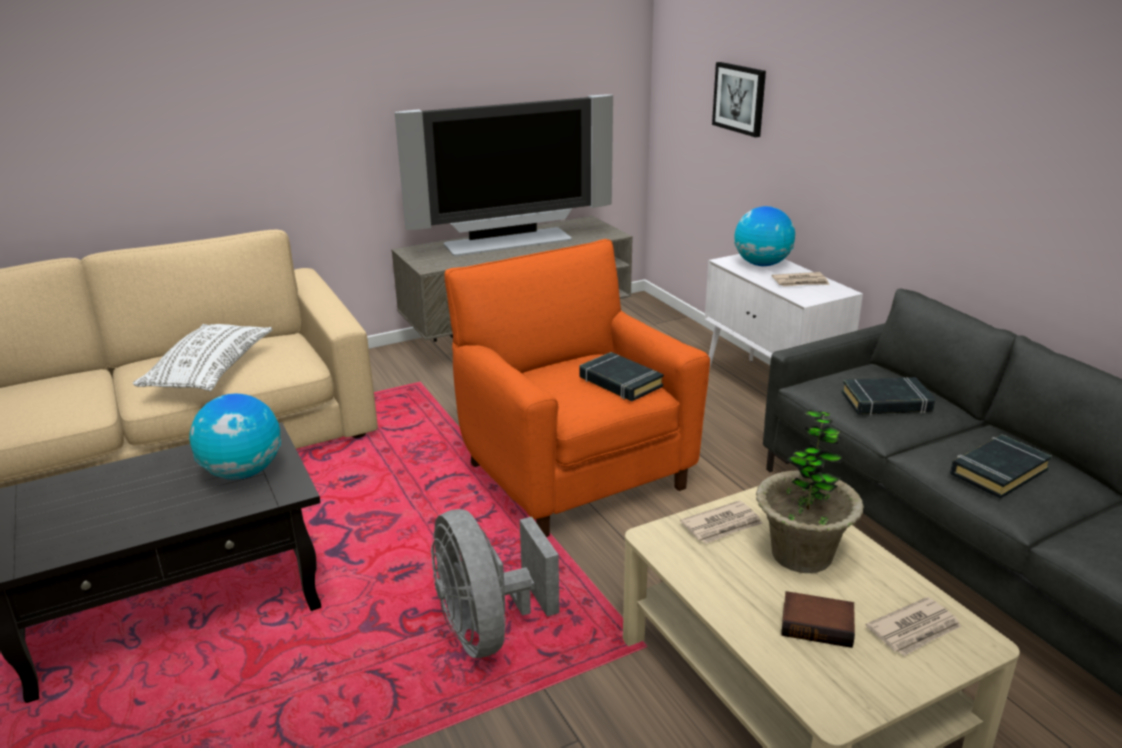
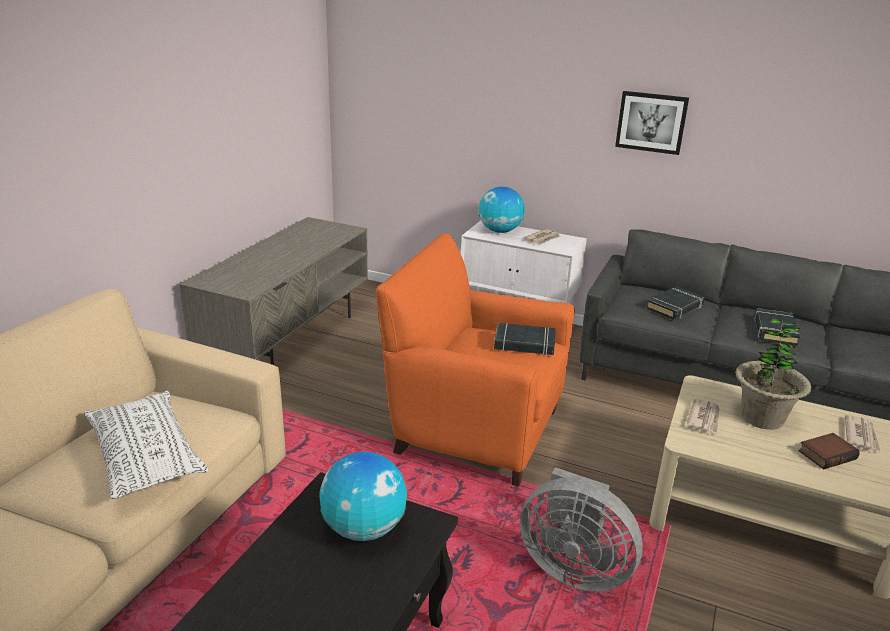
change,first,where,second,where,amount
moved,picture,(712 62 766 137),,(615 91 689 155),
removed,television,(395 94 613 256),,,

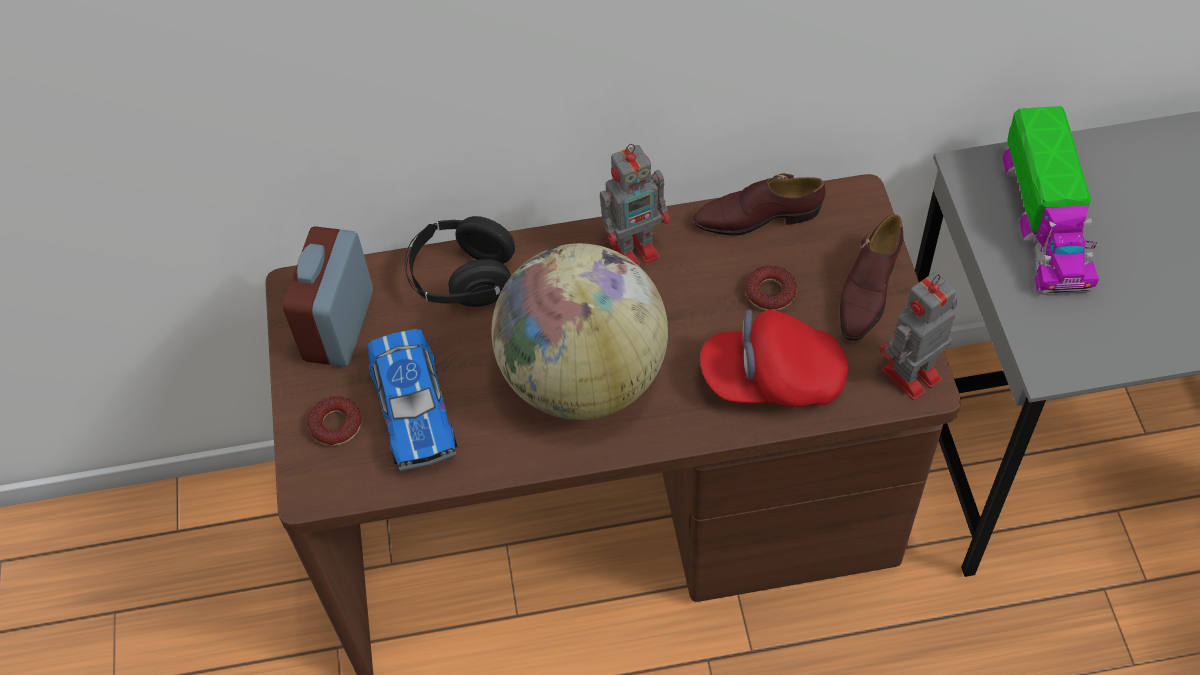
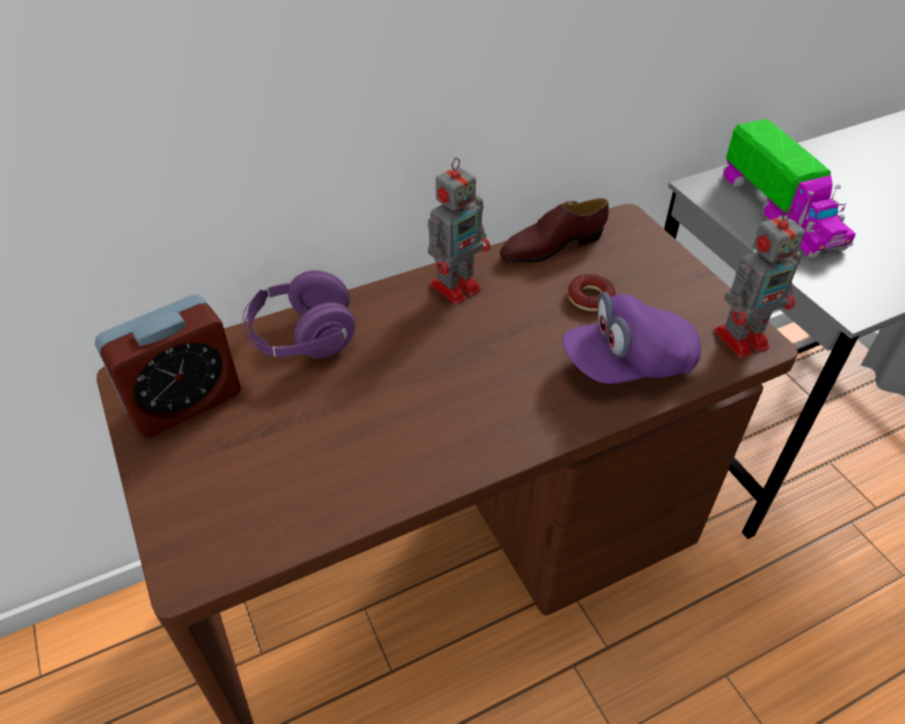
change,first,where,second,where,amount
turned,alarm clock,(283 226 373 367),,(95 294 241 438),120 degrees counterclockwise
recoloured,headphones (black),(405 216 515 307),headphones (purple),(243 270 355 358),
recoloured,cap (red),(700 309 849 406),cap (purple),(562 292 701 384),
turned,toy robot,(879 272 957 400),,(714 207 805 358),150 degrees counterclockwise
removed,donut,(308 396 362 446),,,
removed,toy car,(367 329 457 472),,,
removed,globe,(491 243 668 420),,,
removed,shoe (brown),(840 214 903 341),,,

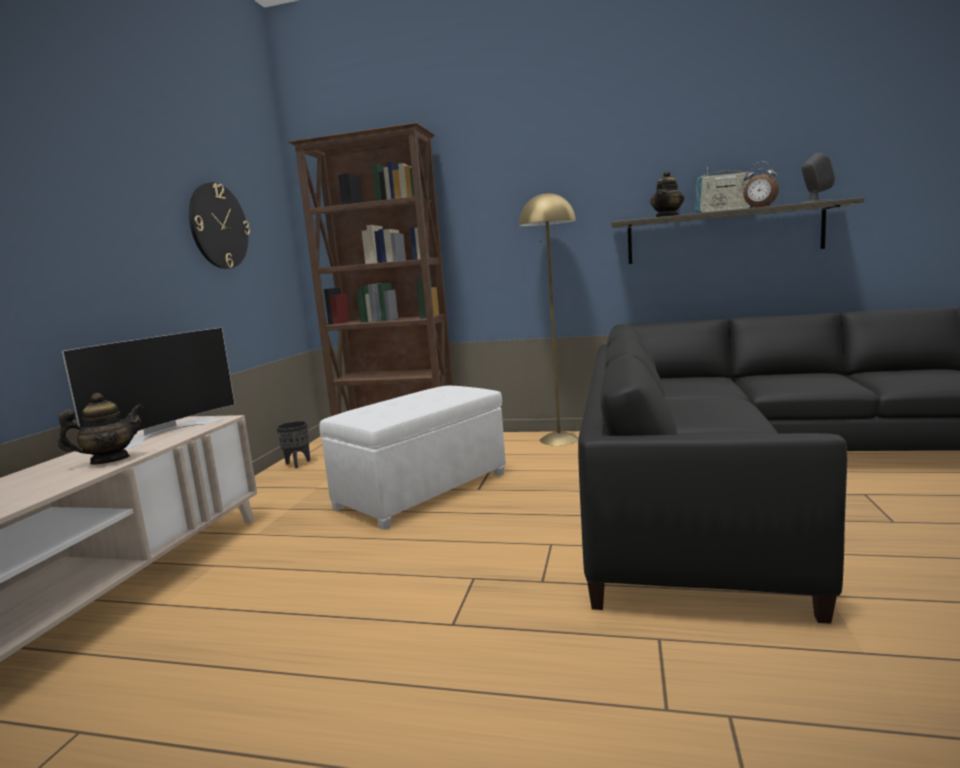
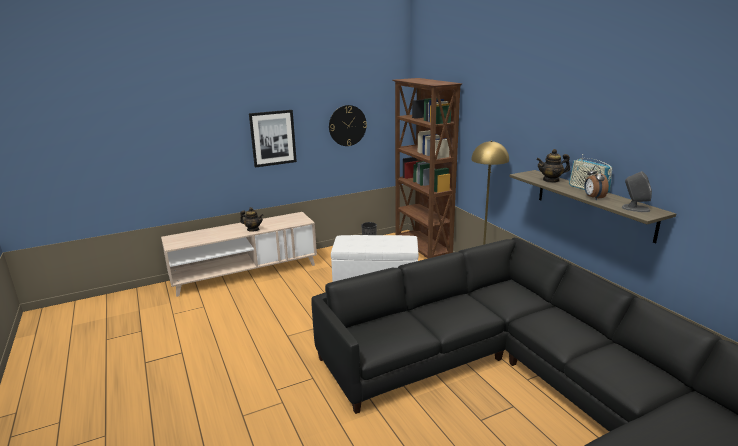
change,first,where,second,where,amount
added,,,picture,(249 110 297 168),
removed,television,(62 327 235 450),,,

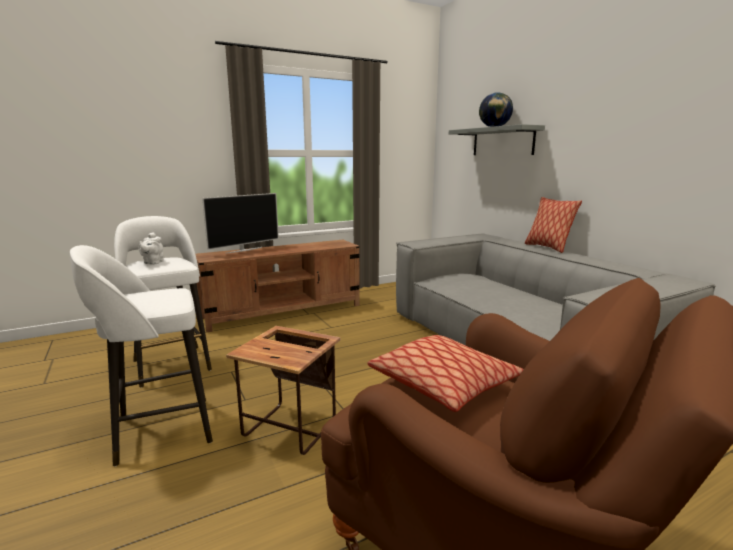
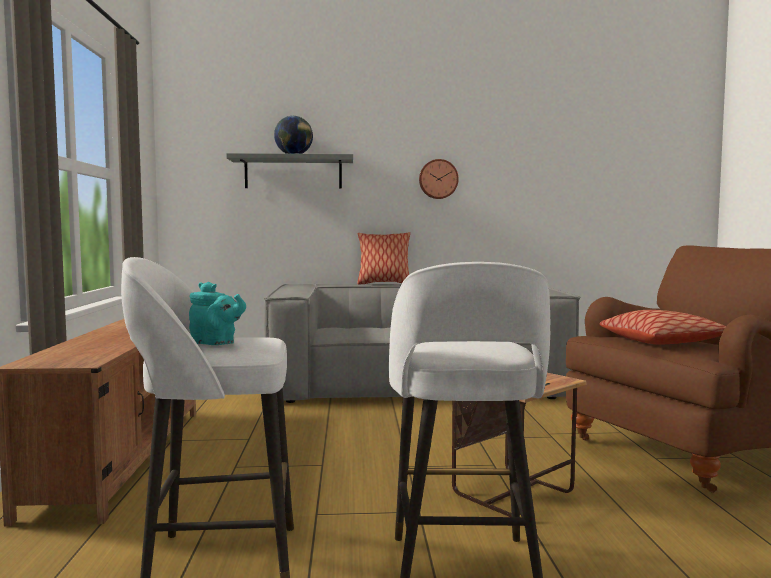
change,first,where,second,where,amount
recoloured,teapot (white),(139 232 164 265),teapot (turquoise),(189 282 246 345),
added,,,wall clock,(419 159 459 199),
removed,television,(202 193 279 254),,,

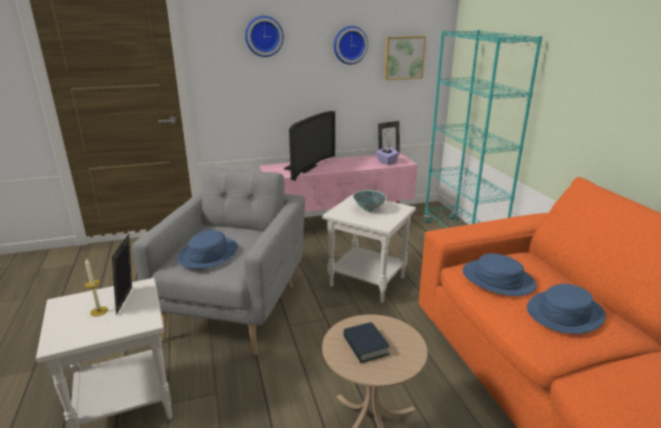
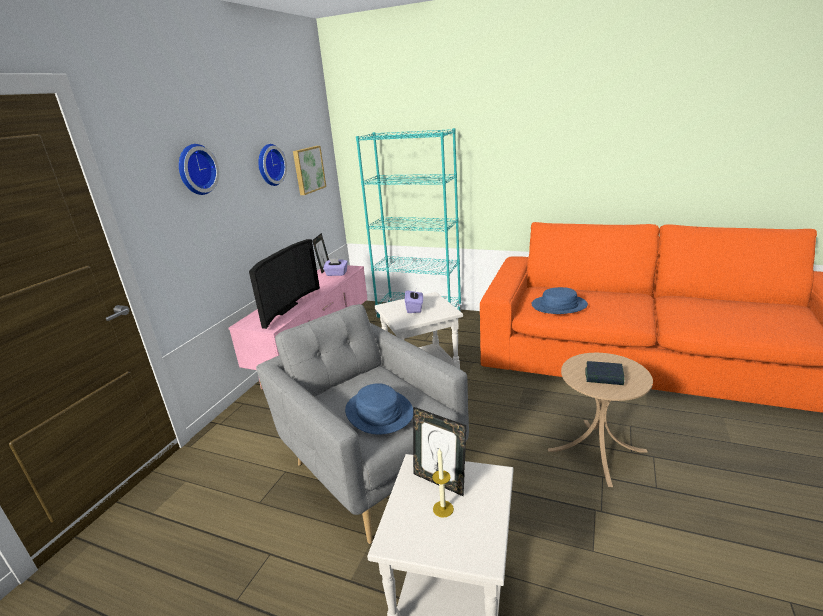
change,first,where,second,where,amount
turned,television,(284 111 335 181),,(249 239 320 329),45 degrees clockwise
replaced,bowl,(353 190 387 212),tissue box (purple),(405 287 423 313),
removed,hat (blue),(527 284 606 334),,,

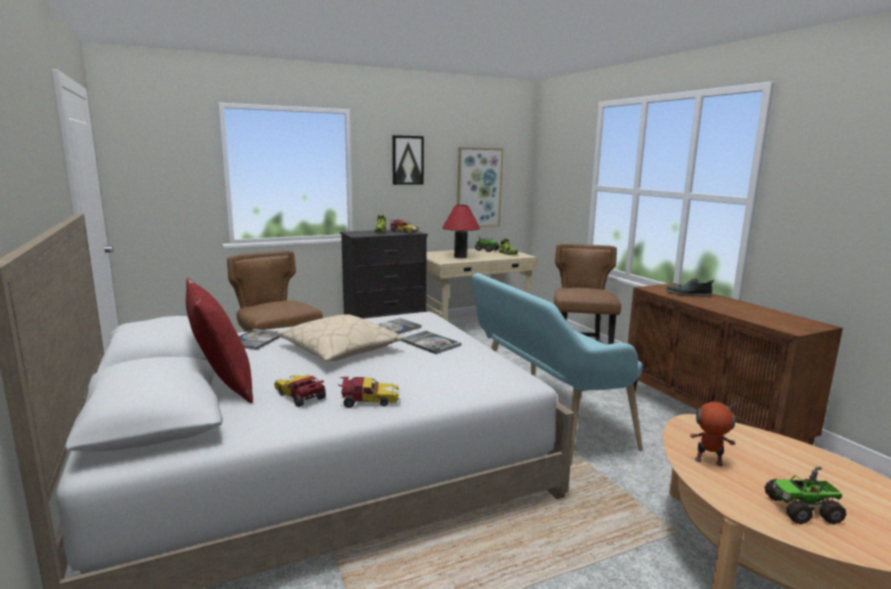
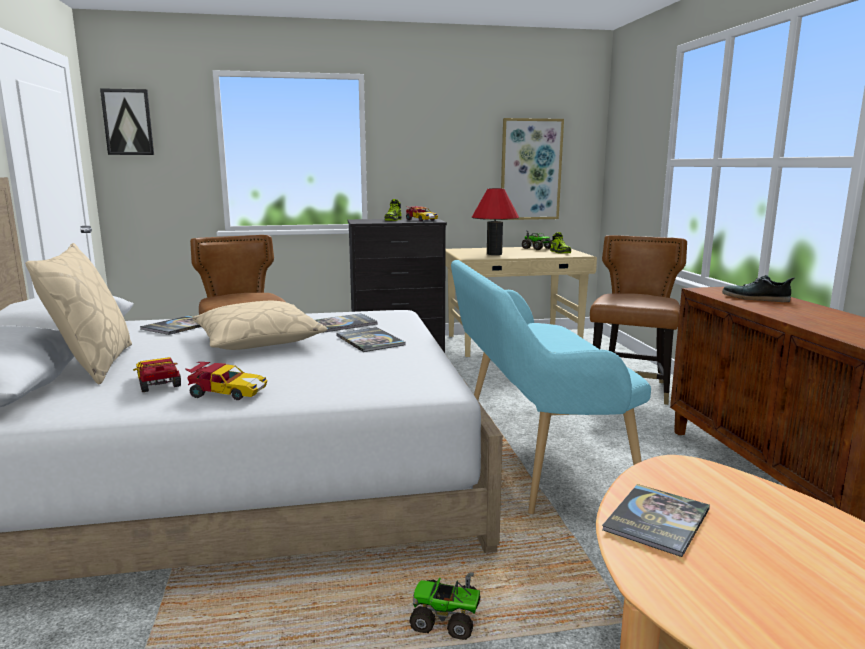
change,first,where,second,where,amount
recoloured,pillow (red),(186 278 253 403),pillow (beige),(25 243 132 384),
moved,picture,(392 135 424 185),,(100 88 154 155),
moved,toy truck,(764 467 846 524),,(409 572 480 640),
replaced,toy robot,(690 402 739 466),book,(602 484 710 557),

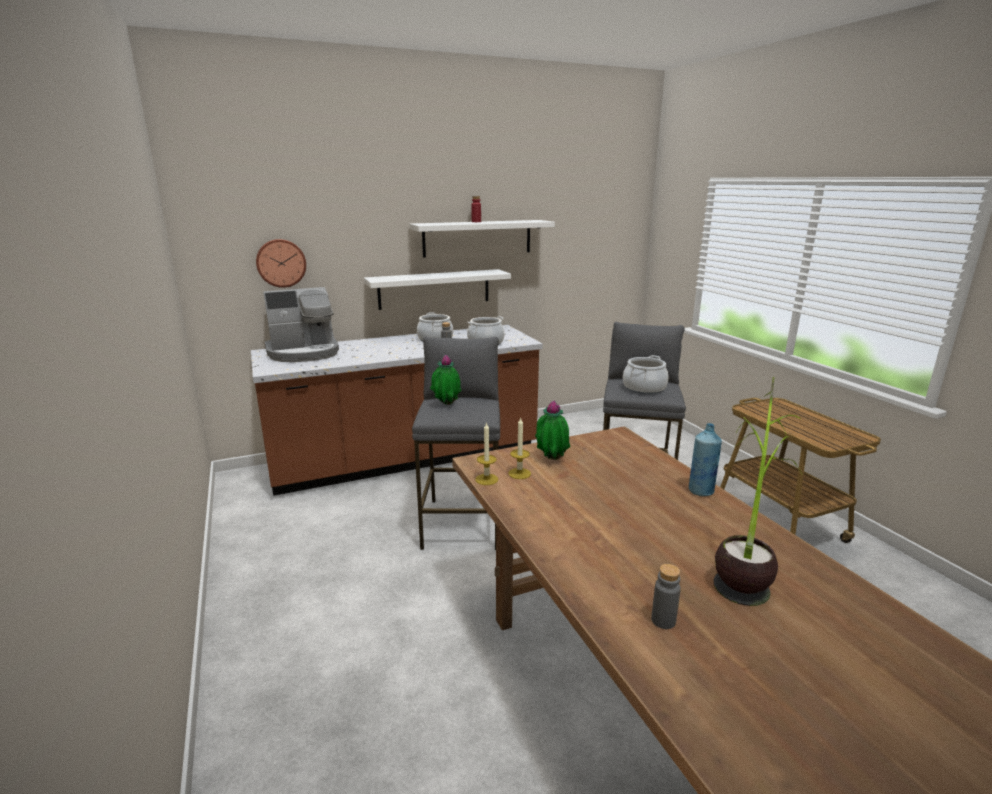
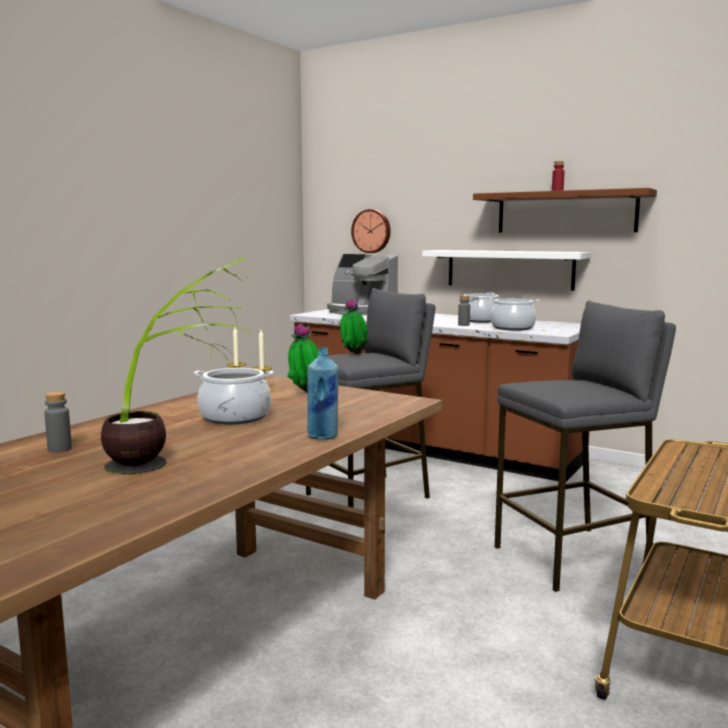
change,first,where,second,where,amount
moved,cooking pot,(623 355 668 394),,(193 368 274 425),
recoloured,shelf (white),(409 220 555 257),shelf (brown),(473 188 657 232),

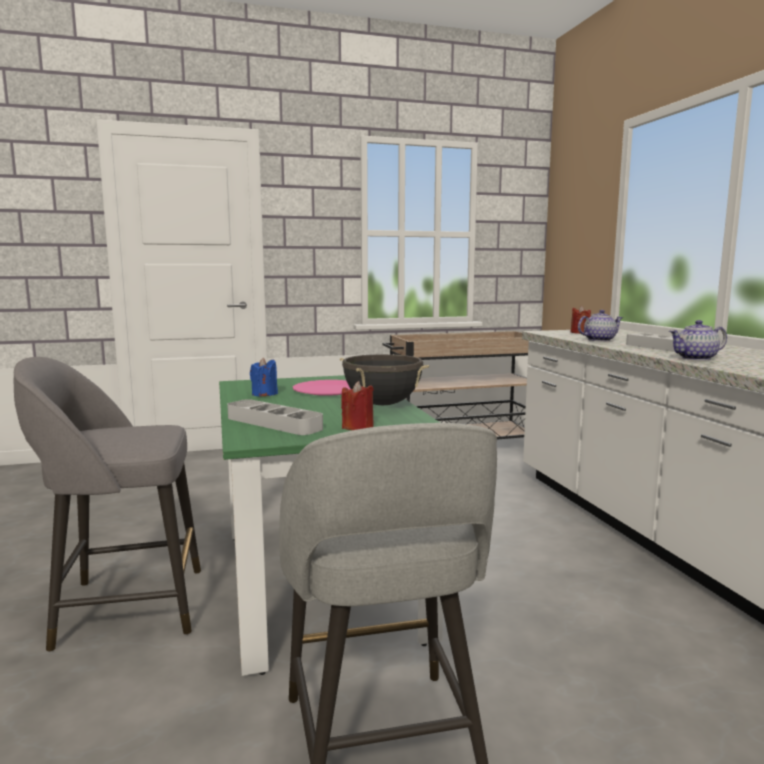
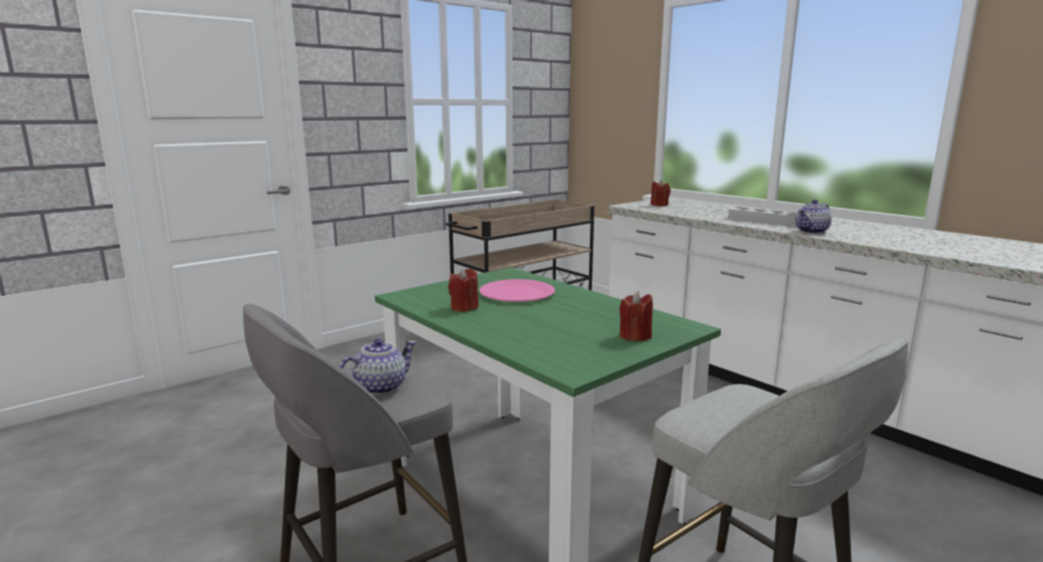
change,first,where,second,where,amount
moved,teapot,(578 310 623 342),,(339 339 417 395),
recoloured,candle (blue),(250 358 278 397),candle (red),(448 268 479 312),
removed,tray (grey),(227 399 323 435),,,
removed,cooking pot (black),(340 354 429 405),,,

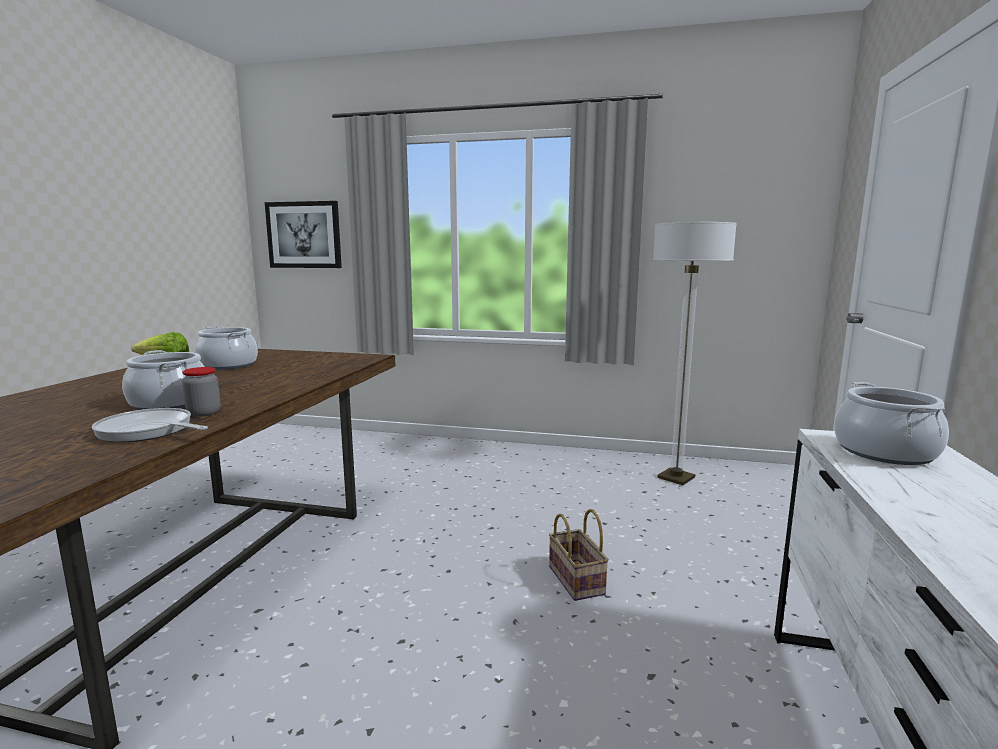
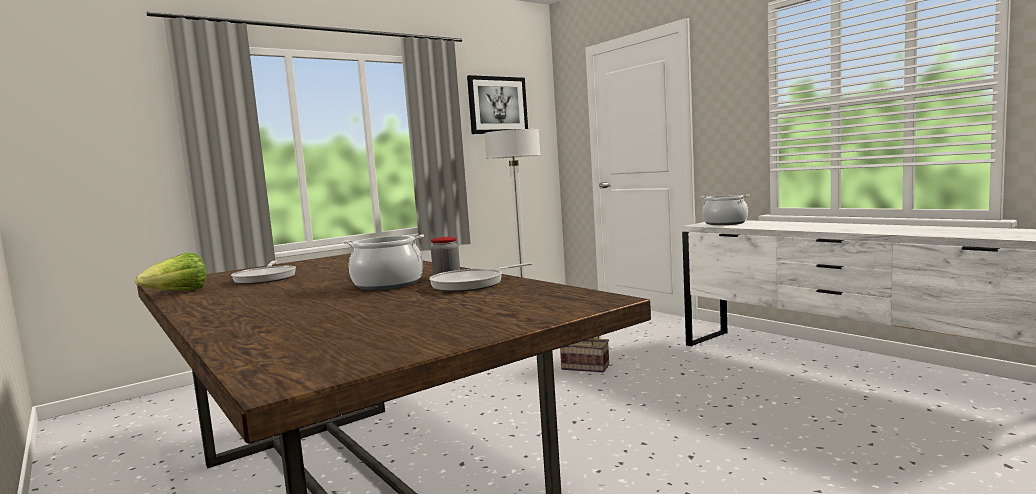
change,first,where,second,where,amount
replaced,cooking pot,(195 326 258 370),frying pan,(231 261 296 284),
moved,picture,(265 201 342 268),,(467 75 528 134),

